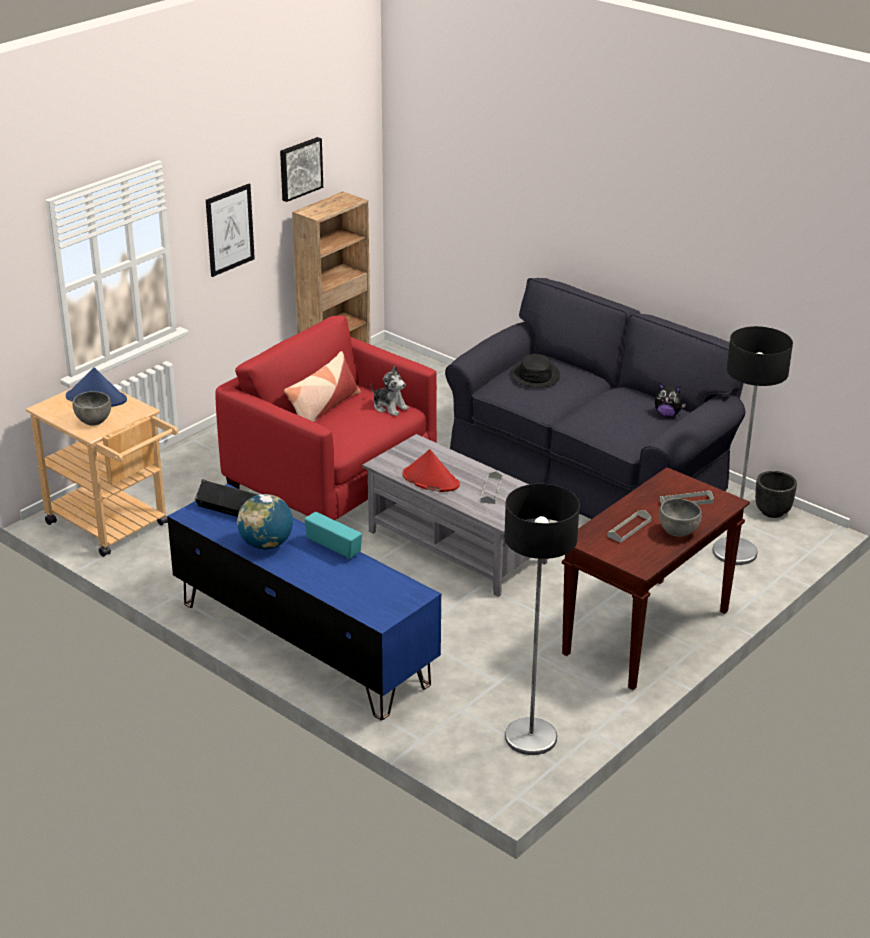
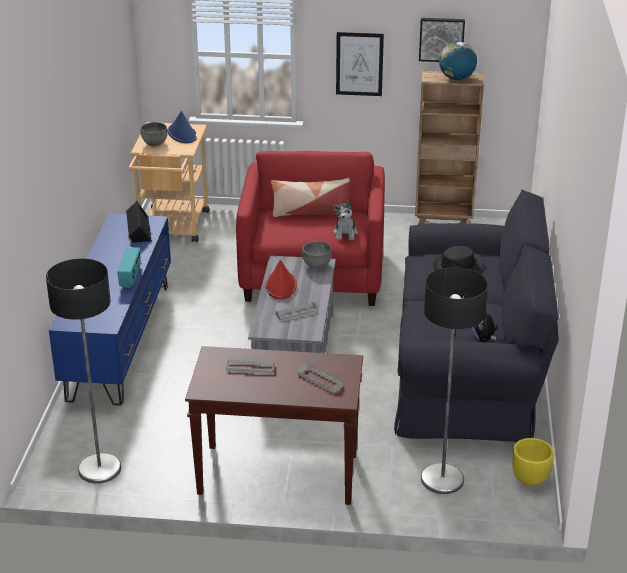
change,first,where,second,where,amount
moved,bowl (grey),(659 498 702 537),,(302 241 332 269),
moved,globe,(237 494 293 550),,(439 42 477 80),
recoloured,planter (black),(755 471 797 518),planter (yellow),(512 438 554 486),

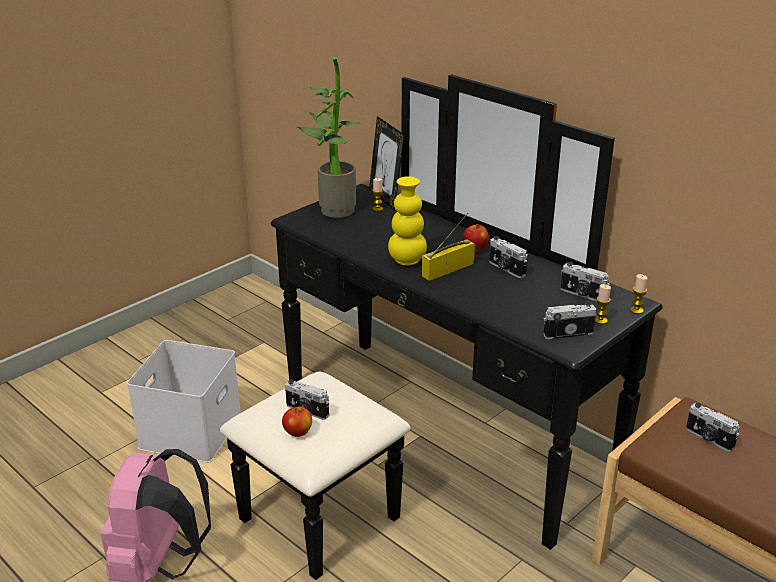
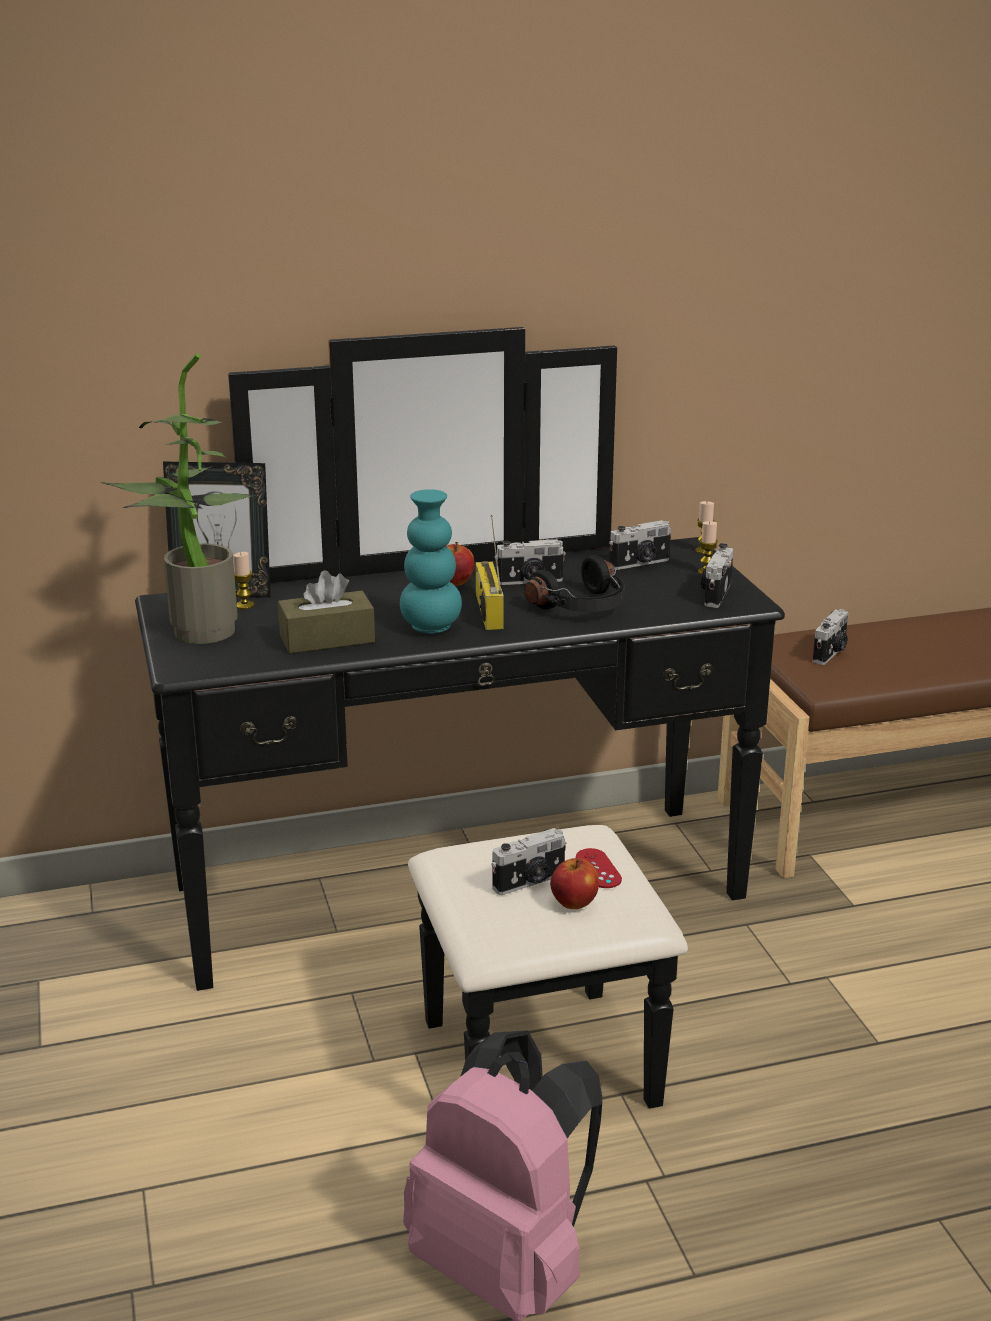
change,first,where,second,where,amount
added,,,tissue box (brown),(278 570 375 654),
recoloured,vase (yellow),(388 176 427 266),vase (turquoise),(400 489 462 634),
added,,,headphones (black),(524 555 625 612),
added,,,game controller (red),(576 848 622 888),
turned,photo camera,(686 403 740 452),,(812 609 849 665),45 degrees counterclockwise
removed,storage box (white),(127 340 241 463),,,

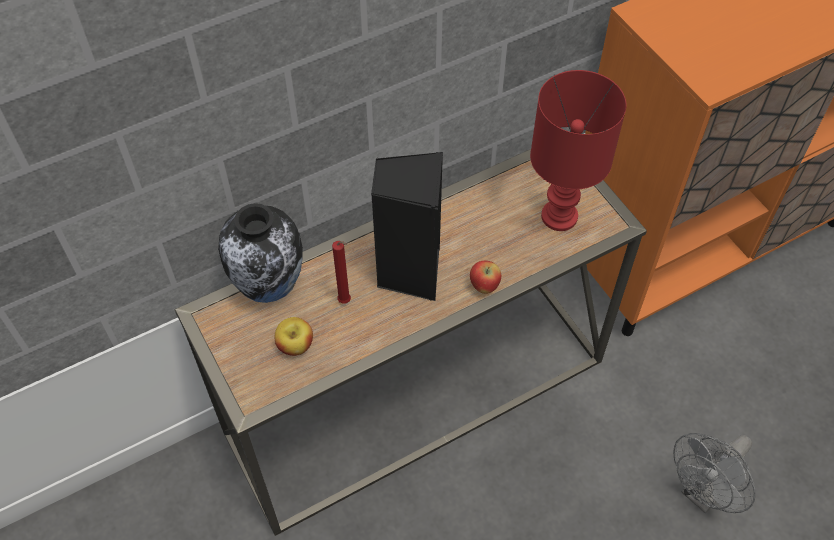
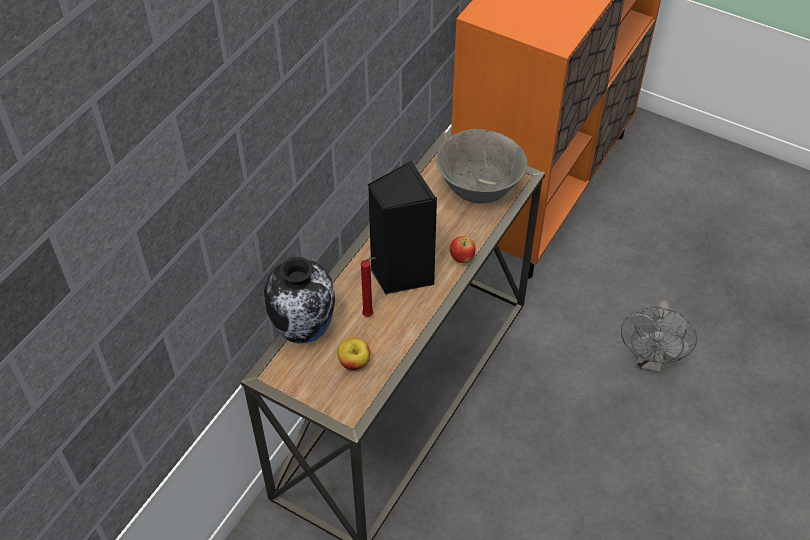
change,first,where,second,where,amount
replaced,table lamp (red),(530 70 626 231),bowl (grey),(436 129 527 204),

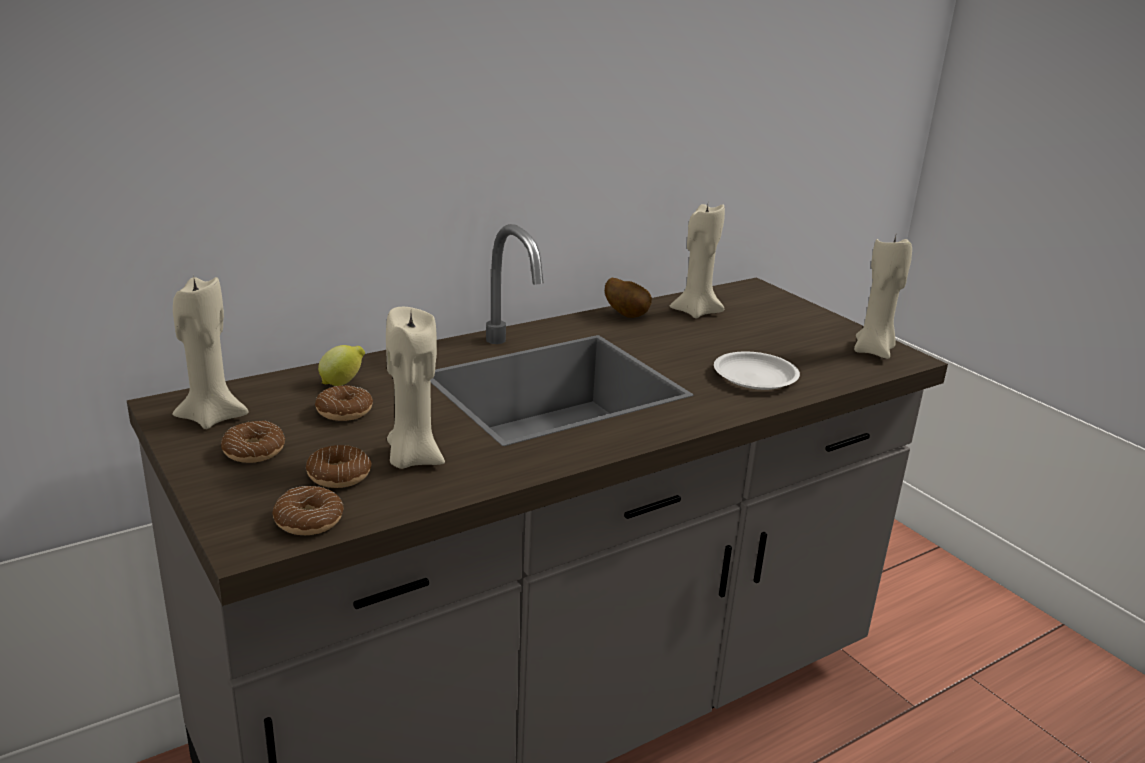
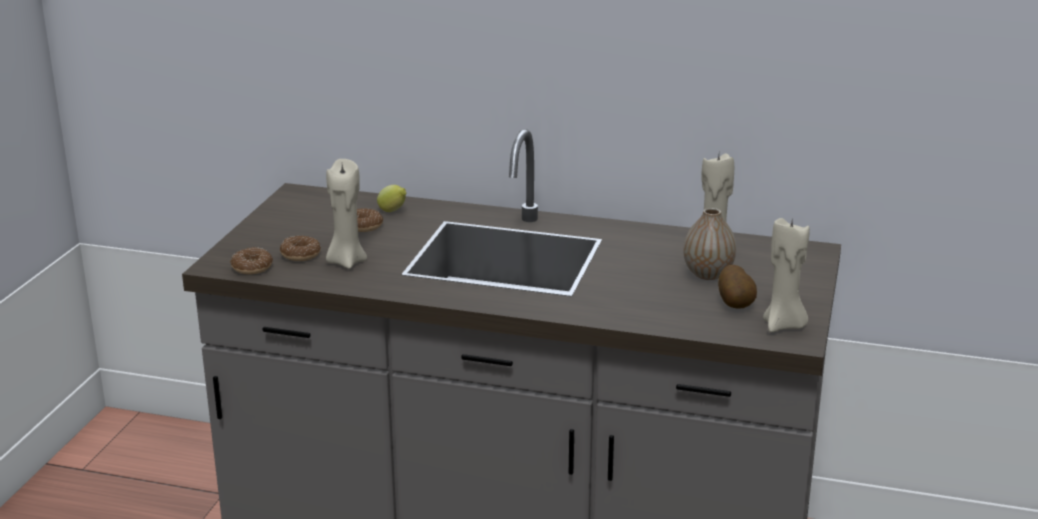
change,first,where,second,where,amount
added,,,vase,(683 208 736 280),
moved,potato,(605 278 652 318),,(718 265 757 309),
removed,candle (beige),(172 274 249 429),,,
removed,donut,(221 421 285 463),,,
removed,plate (white),(714 352 800 390),,,

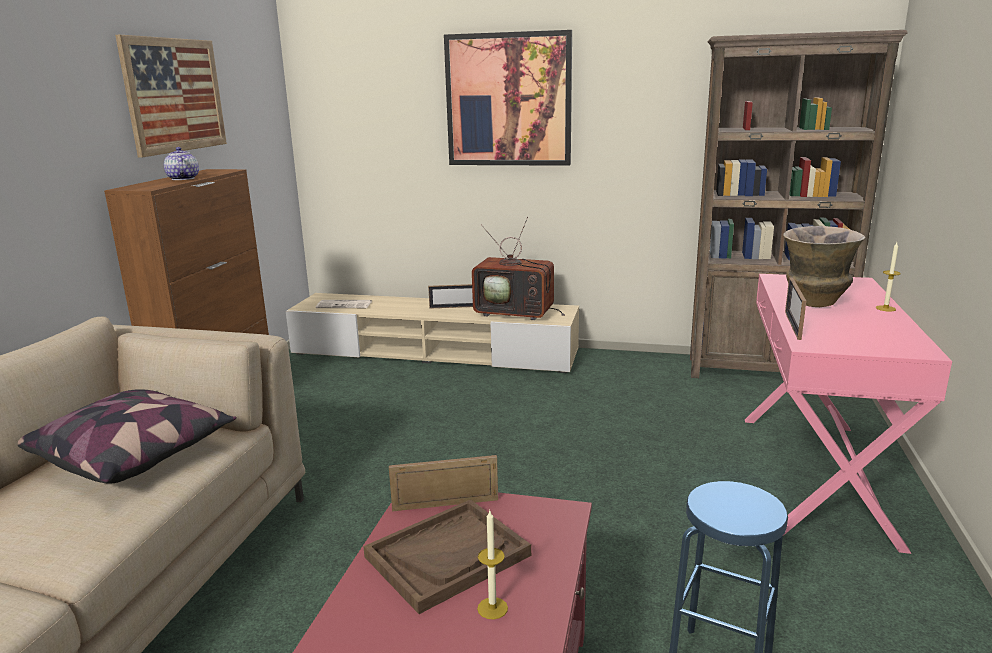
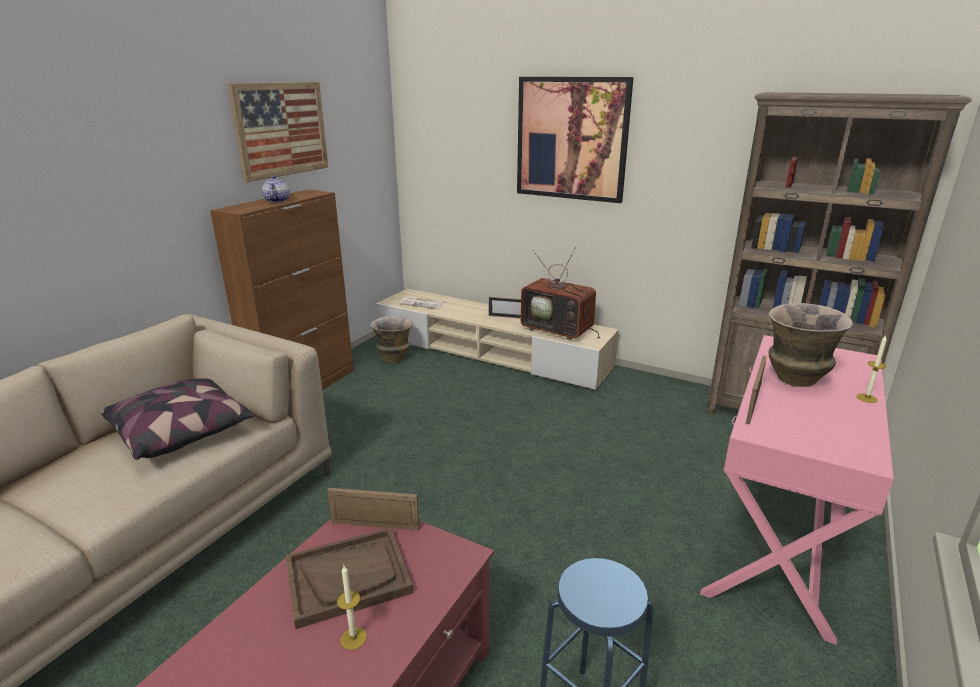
change,first,where,second,where,amount
added,,,vase,(370 316 413 363),

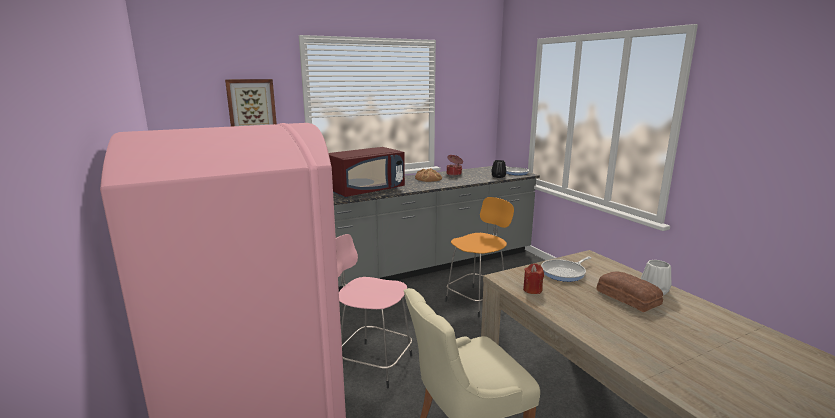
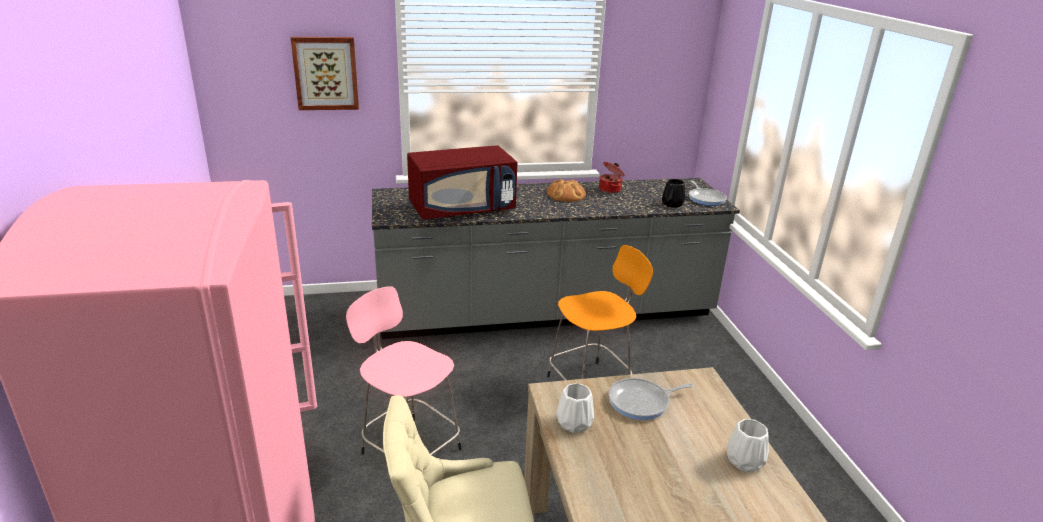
change,first,where,second,where,amount
replaced,candle (red),(523 263 544 294),vase (white),(556 383 594 433),
removed,bread,(596 271 663 312),,,

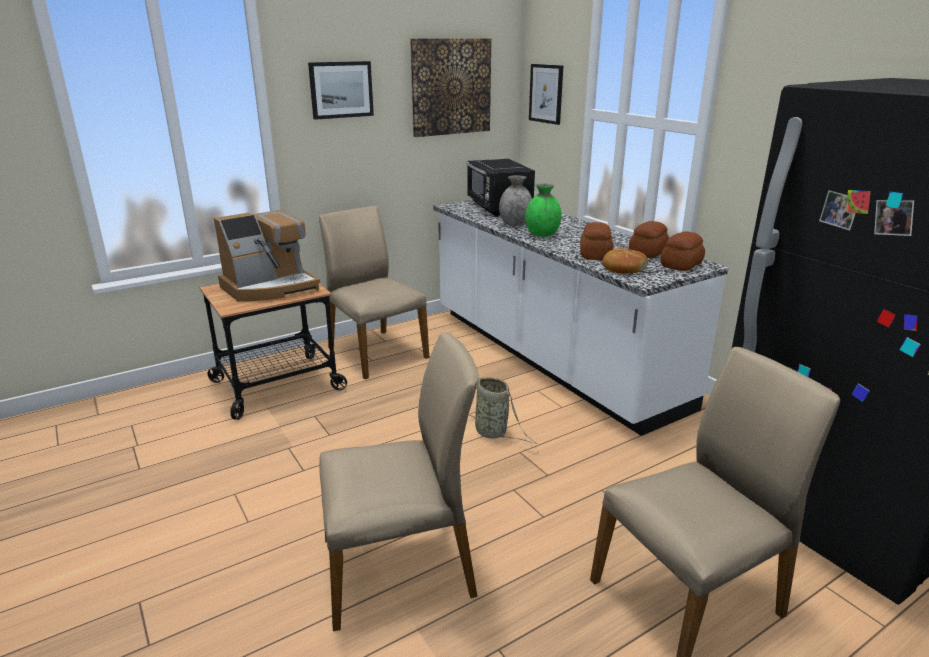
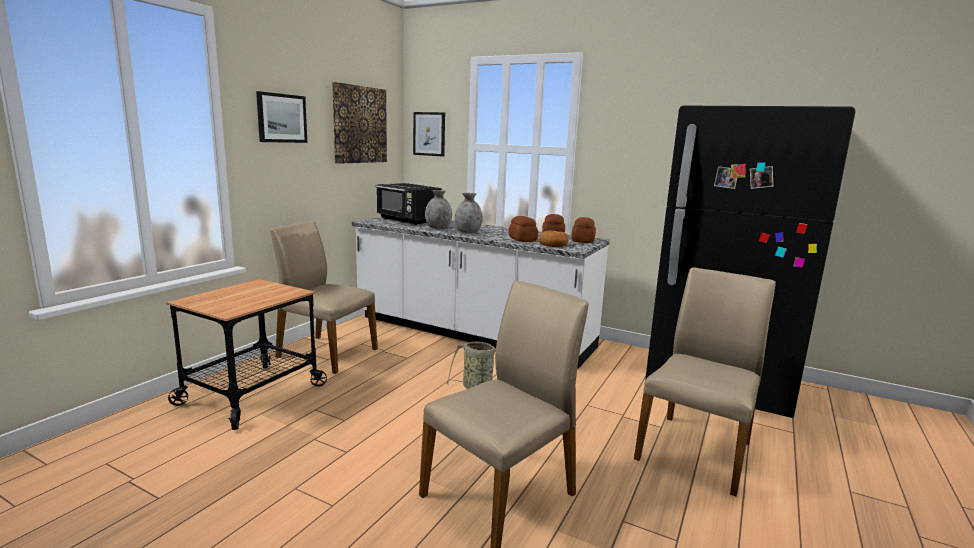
change,first,where,second,where,amount
recoloured,vase (green),(525 183 561 237),vase (grey),(455 193 483 233),
removed,coffee machine,(214 210 320 301),,,

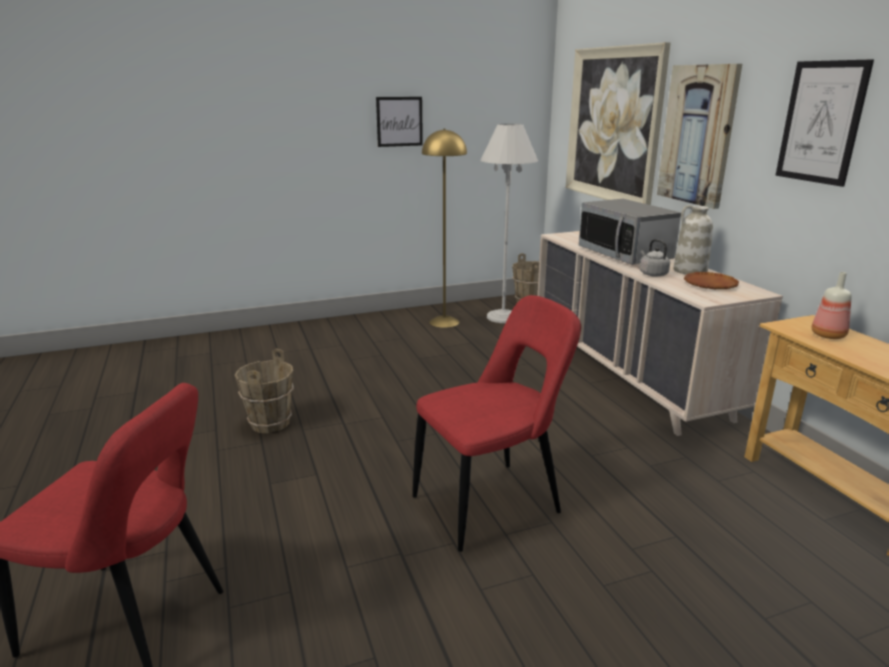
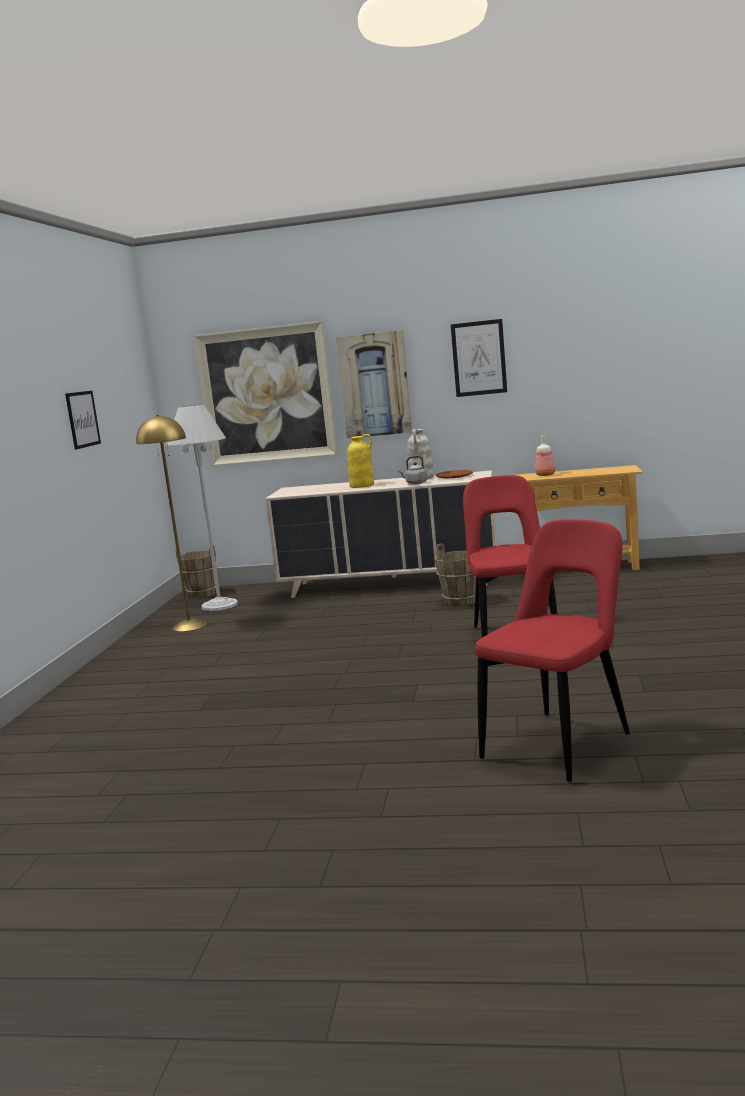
change,first,where,second,where,amount
replaced,microwave,(579 199 681 265),vase (yellow),(347 434 374 488),
moved,bucket (brown),(235 348 294 433),,(434 543 476 606),

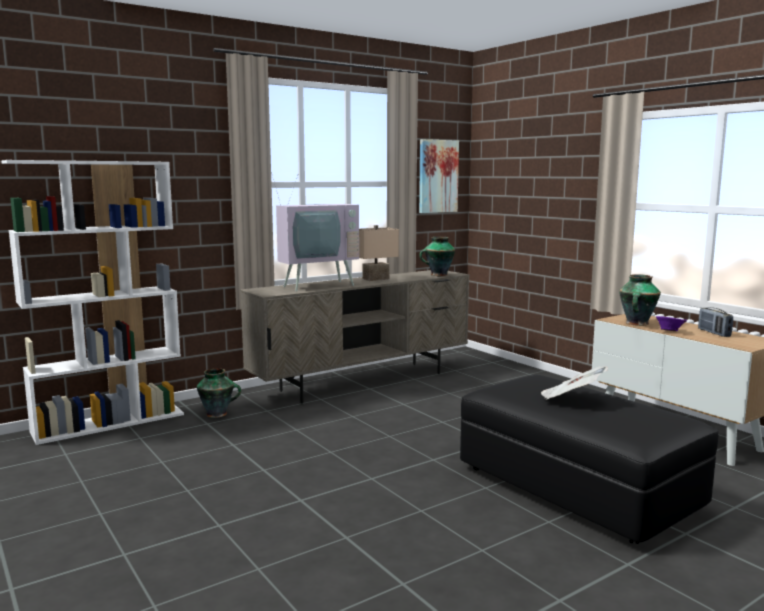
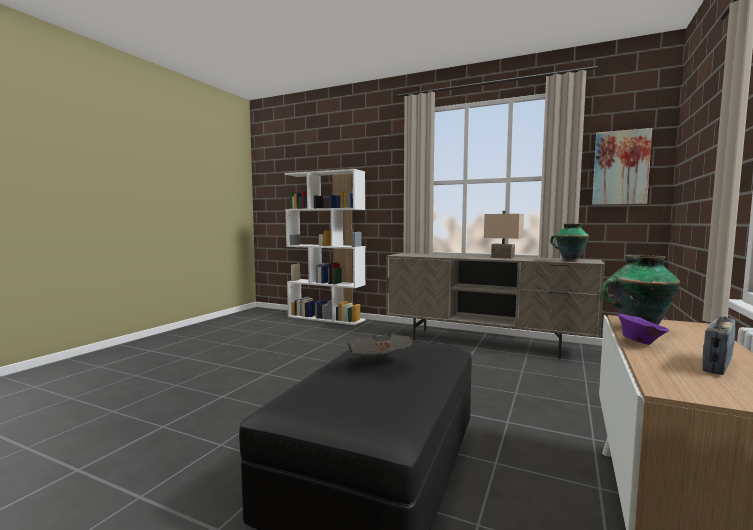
change,first,where,second,where,amount
removed,vase,(197 368 241 418),,,
removed,television,(271 172 359 291),,,

